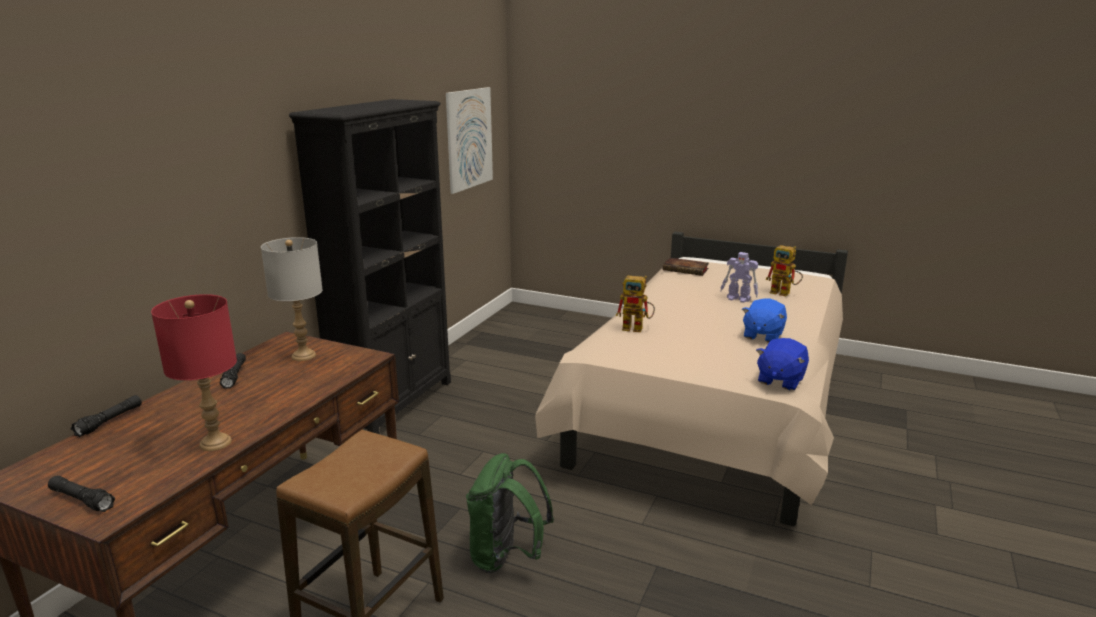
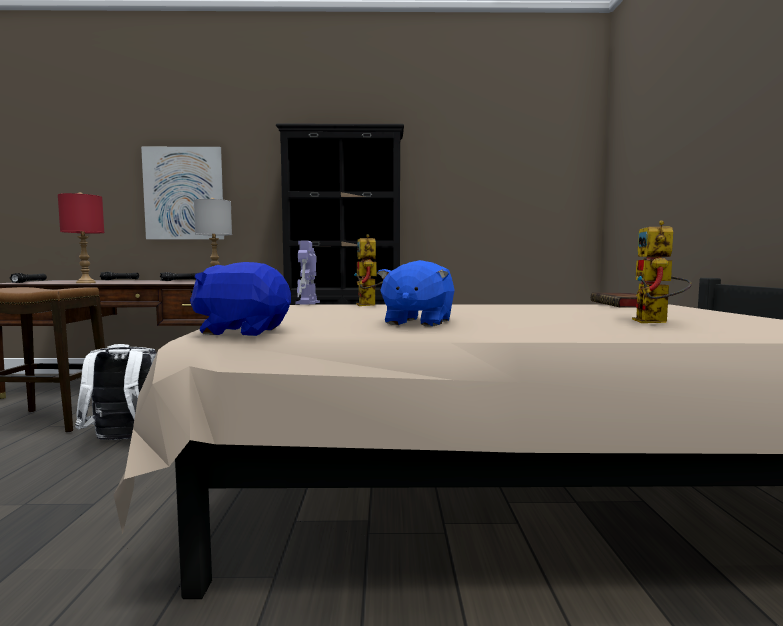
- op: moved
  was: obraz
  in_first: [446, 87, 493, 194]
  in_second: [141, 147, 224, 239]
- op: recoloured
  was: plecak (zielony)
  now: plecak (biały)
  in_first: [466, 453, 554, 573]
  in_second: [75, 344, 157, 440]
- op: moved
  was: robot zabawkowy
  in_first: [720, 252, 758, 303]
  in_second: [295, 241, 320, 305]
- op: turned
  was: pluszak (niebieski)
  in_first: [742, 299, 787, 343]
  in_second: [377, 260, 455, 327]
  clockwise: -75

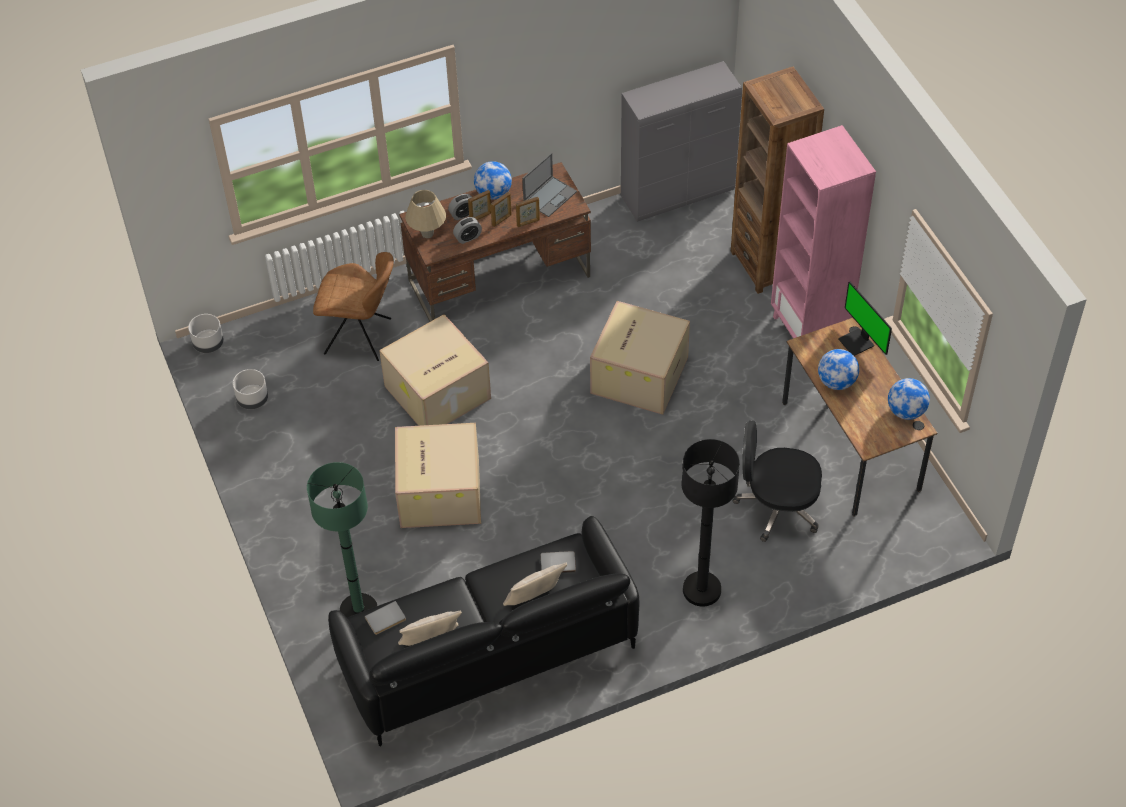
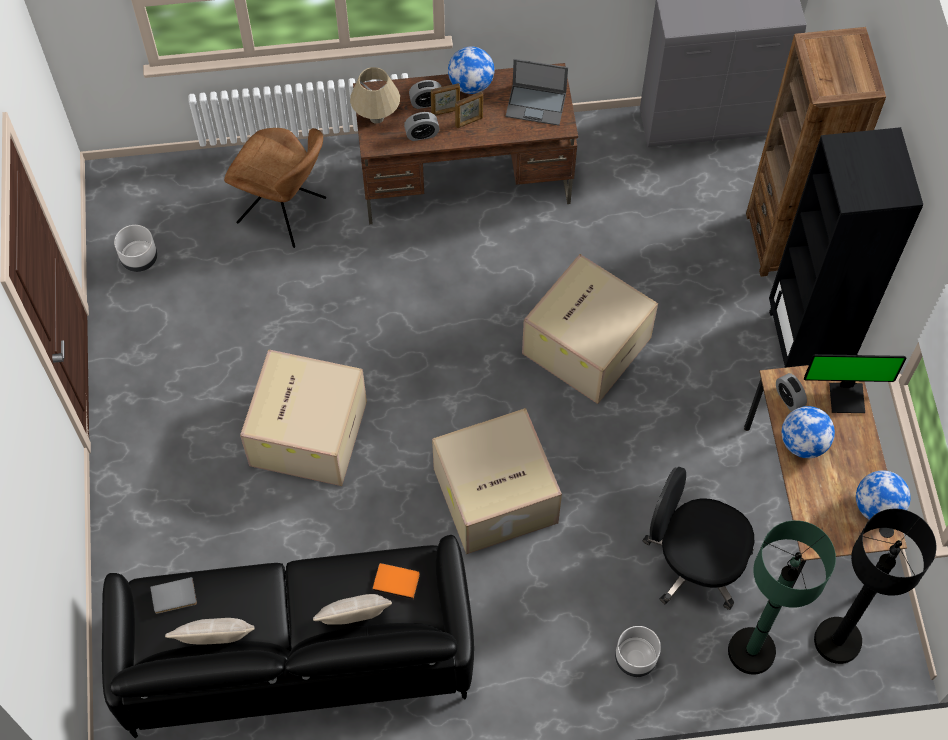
- op: moved
  was: donica (szary)
  in_first: [188, 314, 224, 353]
  in_second: [615, 626, 661, 677]
- op: moved
  was: lampa stojąca (zielony)
  in_first: [307, 462, 378, 618]
  in_second: [728, 520, 836, 675]
- op: moved
  was: karton
  in_first: [379, 314, 491, 426]
  in_second: [432, 408, 562, 554]
- op: removed
  was: ramka na zdjęcie
  in_first: [516, 197, 540, 227]
- op: turned
  was: laptop
  in_first: [522, 153, 577, 217]
  in_second: [506, 59, 568, 126]
  clockwise: 45
- op: recoloured
  was: książka (szary)
  now: książka (pomarańczowy)
  in_first: [541, 551, 576, 573]
  in_second: [372, 563, 420, 599]
- op: moved
  was: lampa stojąca (czarny)
  in_first: [681, 439, 740, 607]
  in_second: [814, 509, 936, 664]
- op: recoloured
  was: regał (różowy)
  now: regał (czarny)
  in_first: [771, 125, 876, 338]
  in_second: [769, 127, 923, 368]
- op: turned
  was: monitor
  in_first: [838, 282, 892, 356]
  in_second: [804, 354, 906, 413]
  clockwise: -75
- op: added
  now: budzik
  in_second: [776, 373, 807, 411]

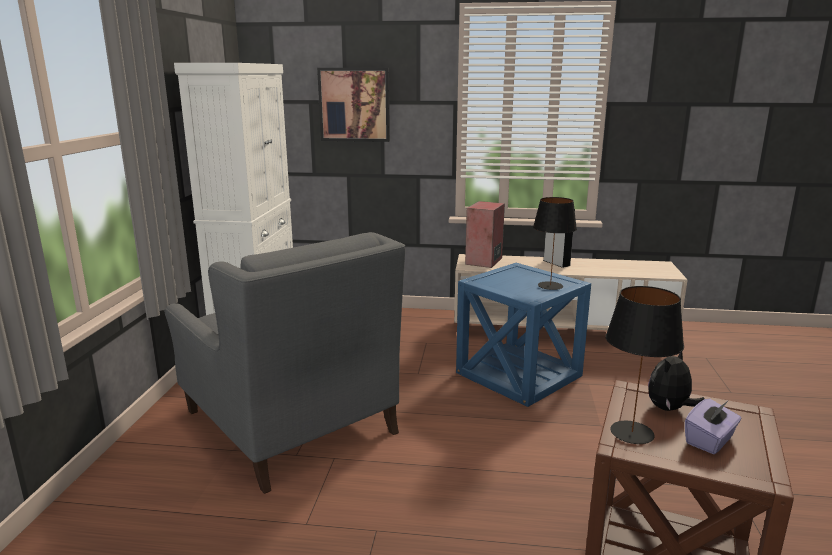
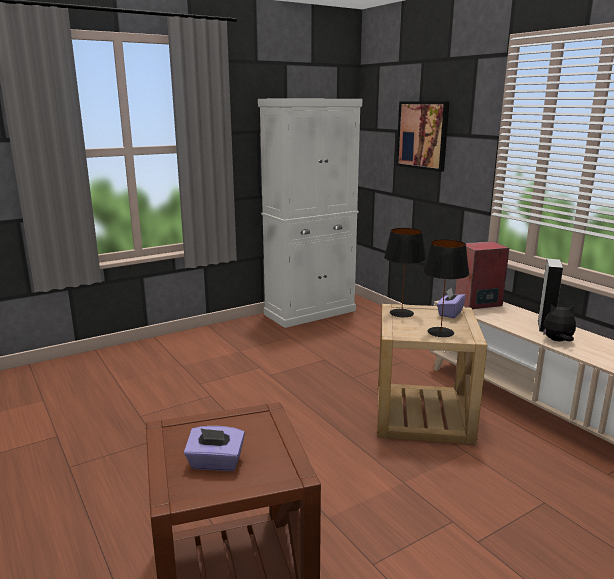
- op: removed
  was: fotel (szary)
  in_first: [164, 232, 405, 494]
- op: recoloured
  was: stolik (niebieski)
  now: stolik (beżowy)
  in_first: [456, 263, 591, 407]
  in_second: [376, 304, 487, 445]
- op: moved
  was: lampa stołowa (czarny)
  in_first: [605, 286, 684, 444]
  in_second: [384, 228, 426, 318]
- op: moved
  was: pluszak
  in_first: [648, 352, 705, 411]
  in_second: [543, 304, 576, 341]
- op: added
  now: pudełko chusteczek (fioletowy)
  in_second: [437, 287, 466, 318]

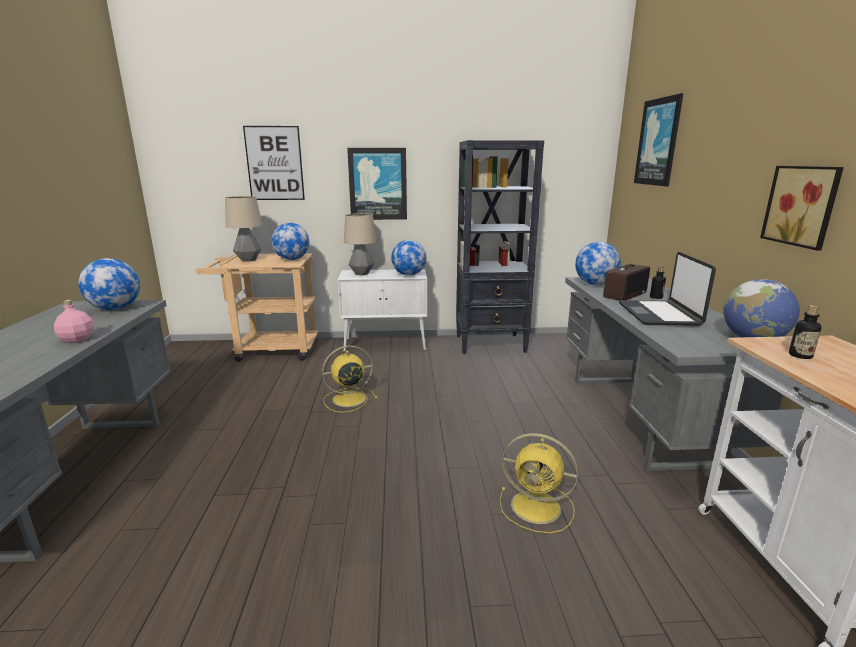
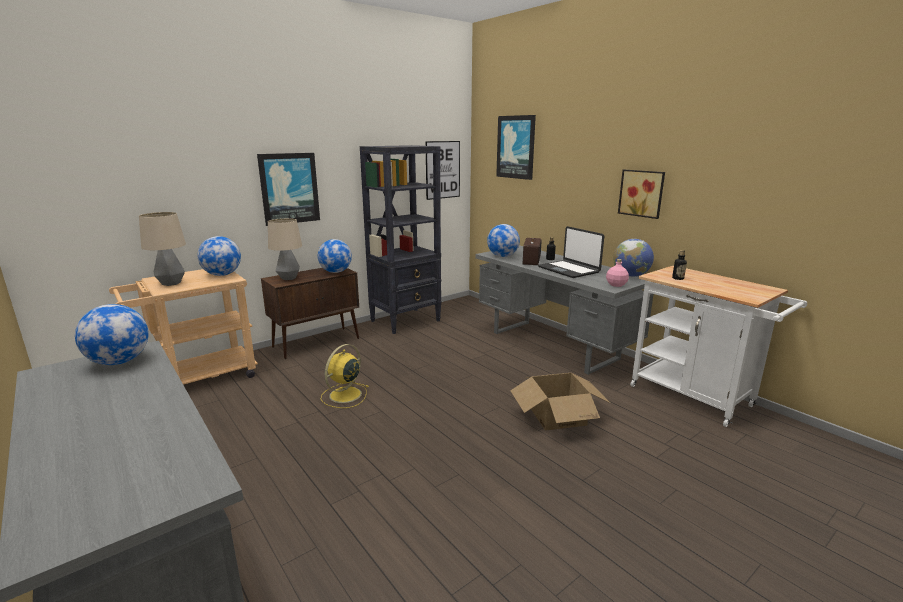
- op: moved
  was: butelka (różowy)
  in_first: [54, 300, 94, 343]
  in_second: [606, 259, 629, 287]
- op: moved
  was: obraz
  in_first: [243, 126, 305, 200]
  in_second: [425, 141, 460, 200]
- op: recoloured
  was: szafka (biały)
  now: szafka (brązowy)
  in_first: [337, 269, 427, 352]
  in_second: [261, 268, 359, 359]
- op: replaced
  was: wentylator (żółty)
  now: karton
  in_first: [500, 433, 578, 533]
  in_second: [510, 373, 610, 430]

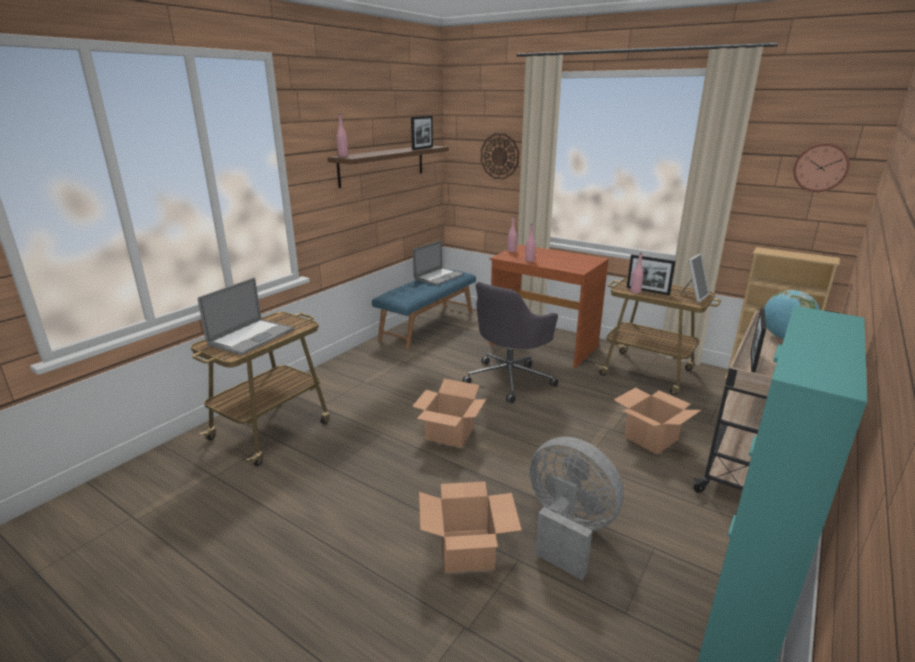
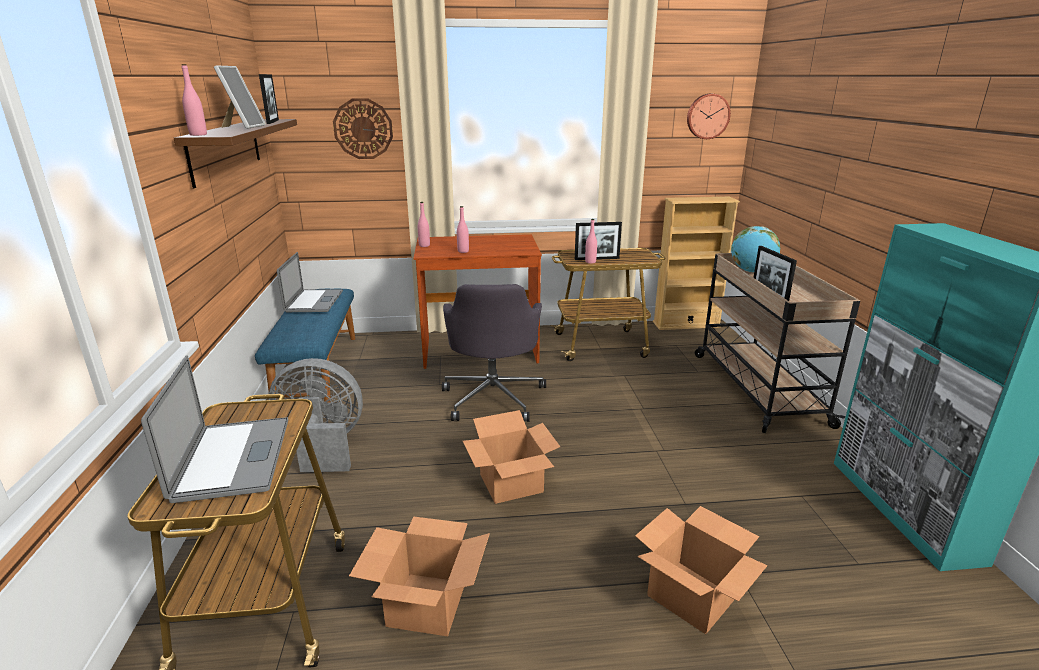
- op: moved
  was: wentylator (szary)
  in_first: [530, 437, 624, 580]
  in_second: [269, 358, 363, 472]
- op: moved
  was: karton
  in_first: [614, 387, 701, 455]
  in_second: [349, 516, 490, 636]
- op: moved
  was: ramka na zdjęcie
  in_first: [678, 253, 710, 302]
  in_second: [214, 66, 266, 129]

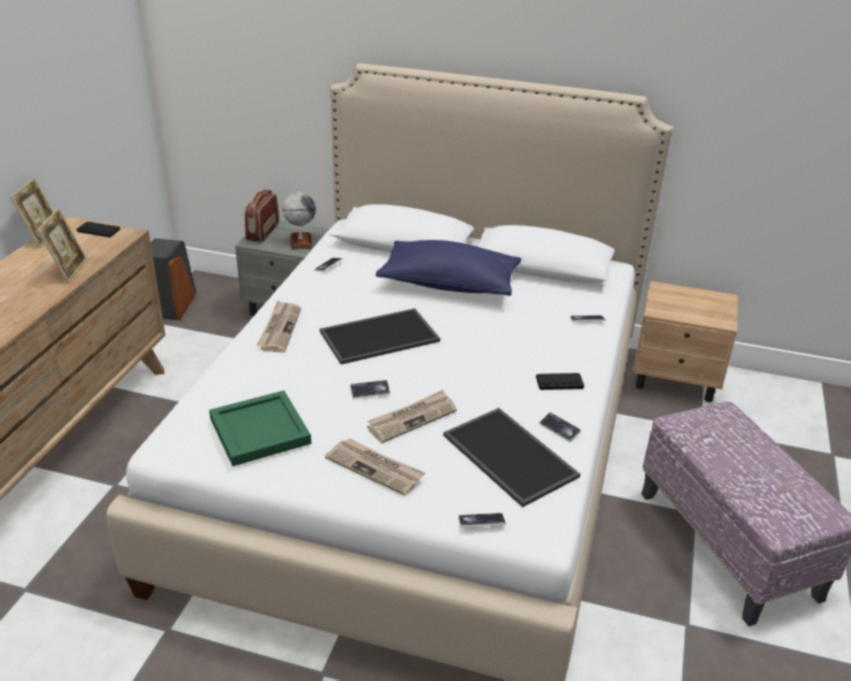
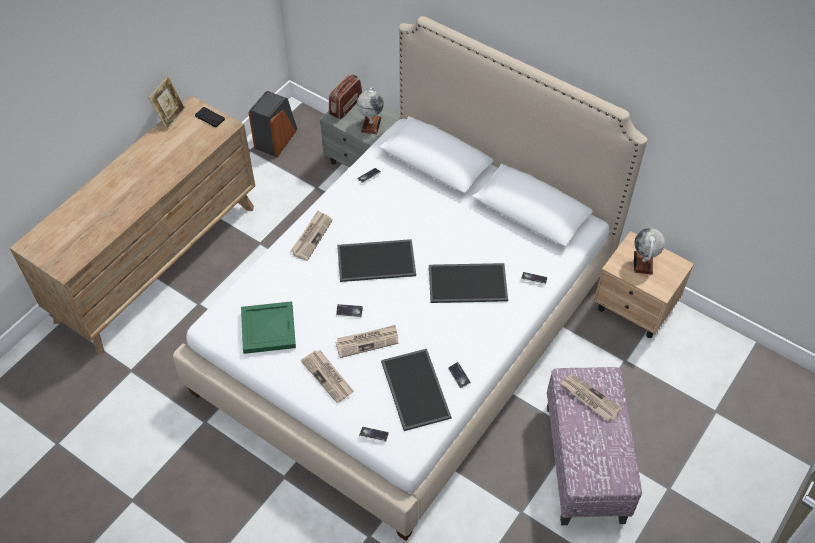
- op: removed
  was: ramka na zdjęcie
  in_first: [37, 208, 87, 283]
- op: removed
  was: poduszka (niebieski)
  in_first: [376, 240, 521, 296]
- op: removed
  was: pad do gier (czarny)
  in_first: [536, 373, 584, 390]
- op: added
  now: taca
  in_second: [429, 263, 508, 303]
- op: added
  now: gazeta
  in_second: [561, 374, 622, 421]
- op: added
  now: globus
  in_second: [634, 228, 665, 274]

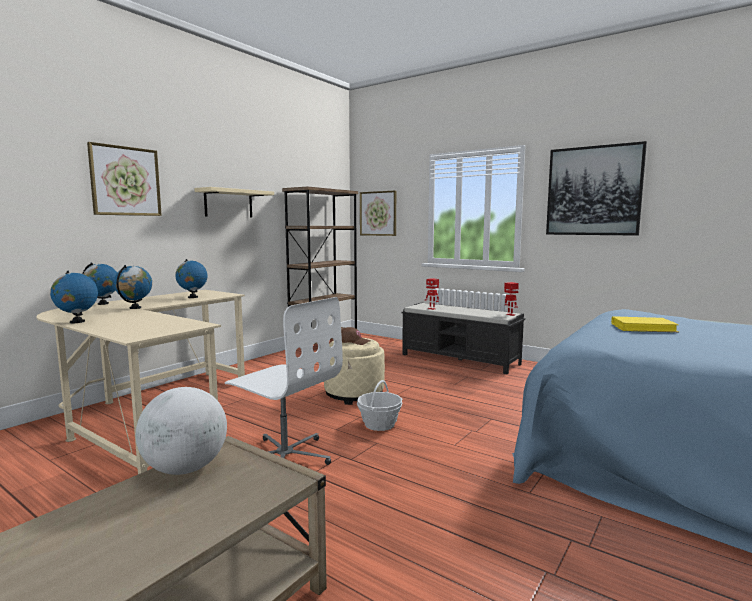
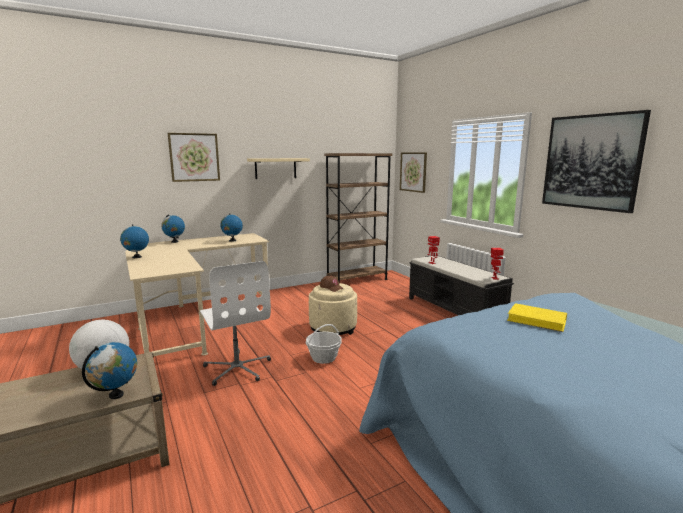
- op: moved
  was: globus
  in_first: [114, 265, 152, 309]
  in_second: [82, 342, 137, 399]

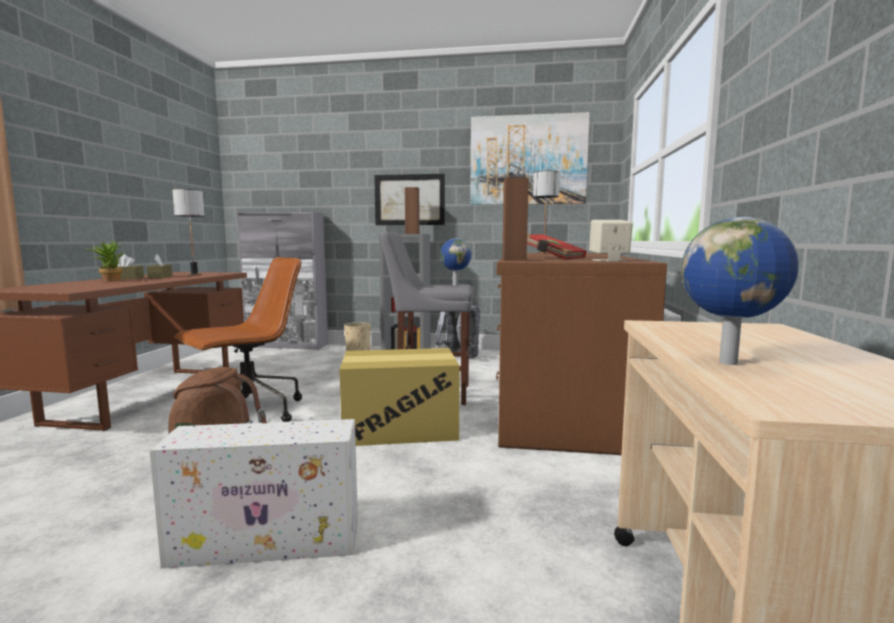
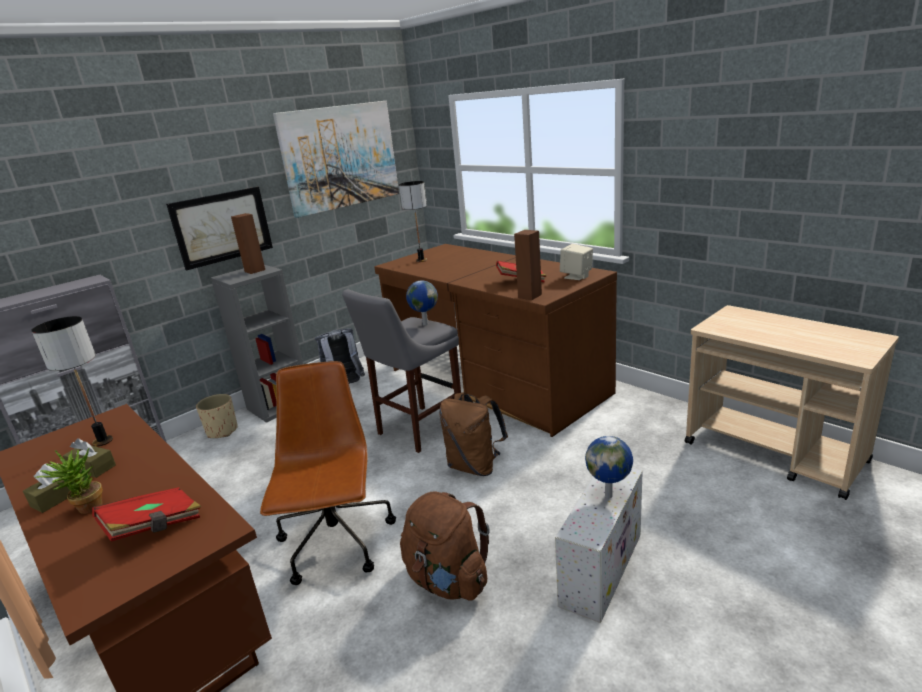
- op: replaced
  was: karton
  now: plecak (brązowy)
  in_first: [339, 348, 459, 446]
  in_second: [439, 392, 508, 476]
- op: moved
  was: globus
  in_first: [681, 217, 799, 365]
  in_second: [585, 436, 633, 498]
- op: added
  now: książka (czerwony)
  in_second: [92, 487, 201, 542]

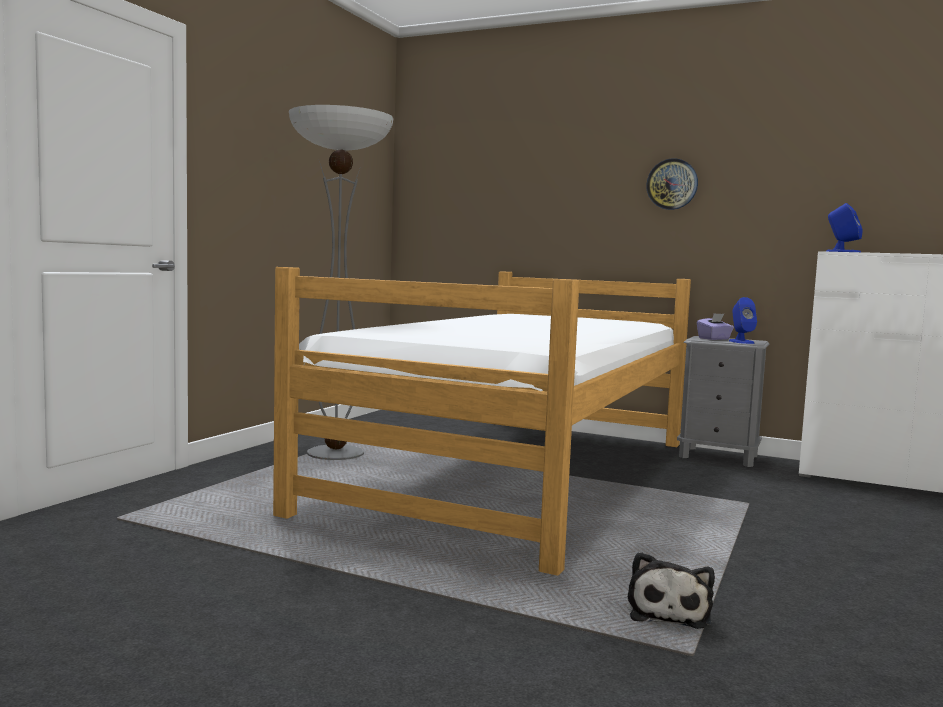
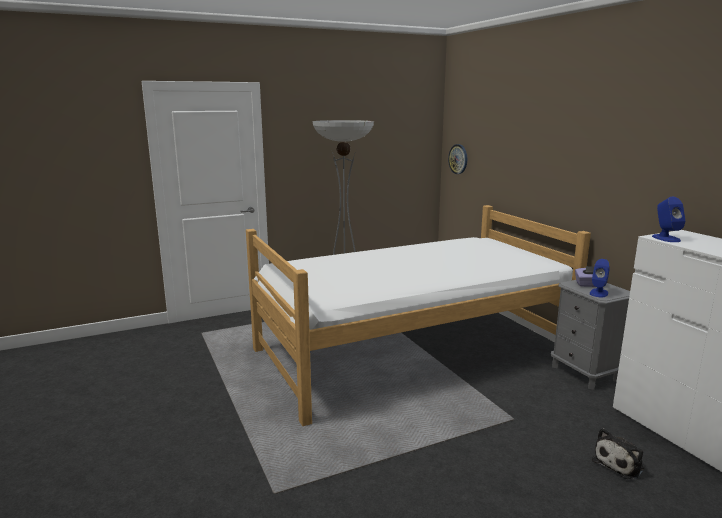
- op: moved
  was: pluszak
  in_first: [628, 552, 715, 629]
  in_second: [592, 428, 644, 479]
- op: moved
  was: zegar ścienny
  in_first: [646, 158, 698, 210]
  in_second: [448, 144, 467, 174]

